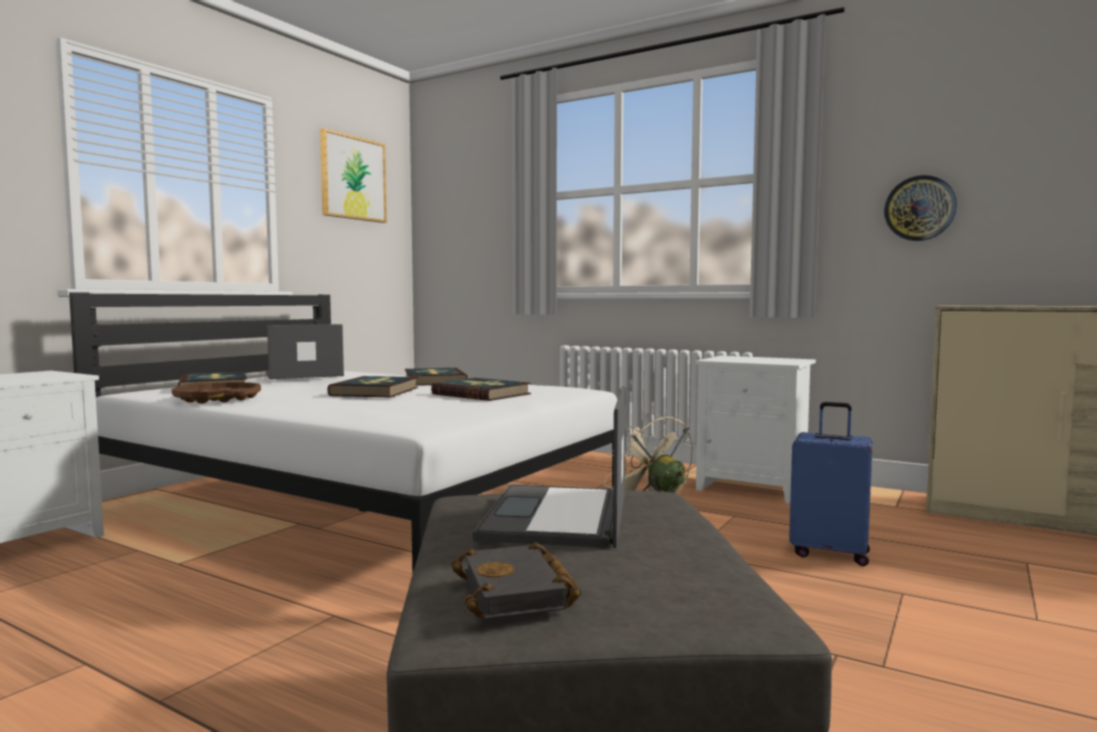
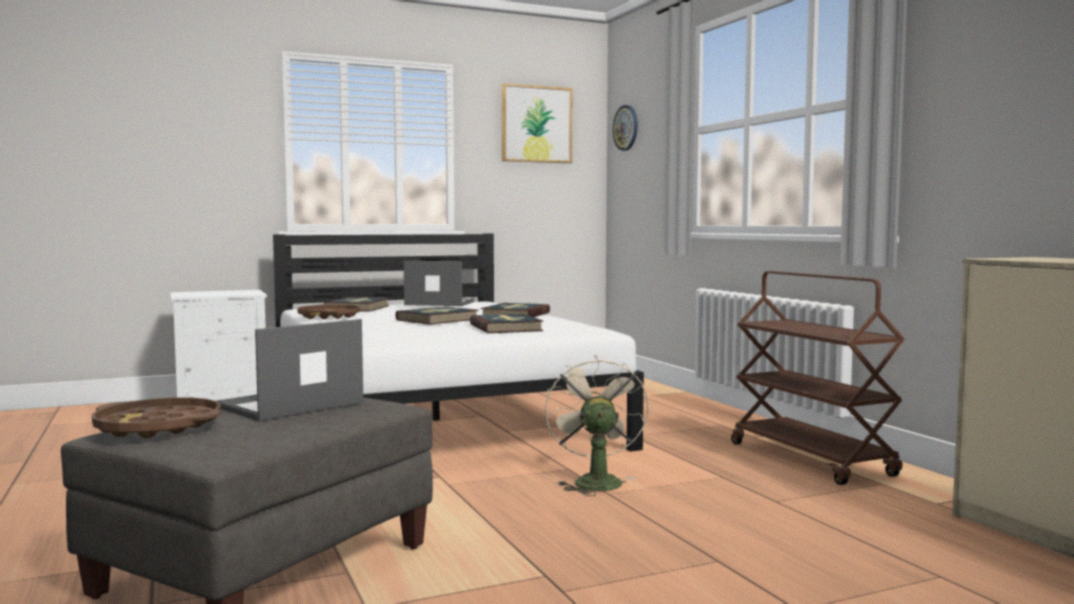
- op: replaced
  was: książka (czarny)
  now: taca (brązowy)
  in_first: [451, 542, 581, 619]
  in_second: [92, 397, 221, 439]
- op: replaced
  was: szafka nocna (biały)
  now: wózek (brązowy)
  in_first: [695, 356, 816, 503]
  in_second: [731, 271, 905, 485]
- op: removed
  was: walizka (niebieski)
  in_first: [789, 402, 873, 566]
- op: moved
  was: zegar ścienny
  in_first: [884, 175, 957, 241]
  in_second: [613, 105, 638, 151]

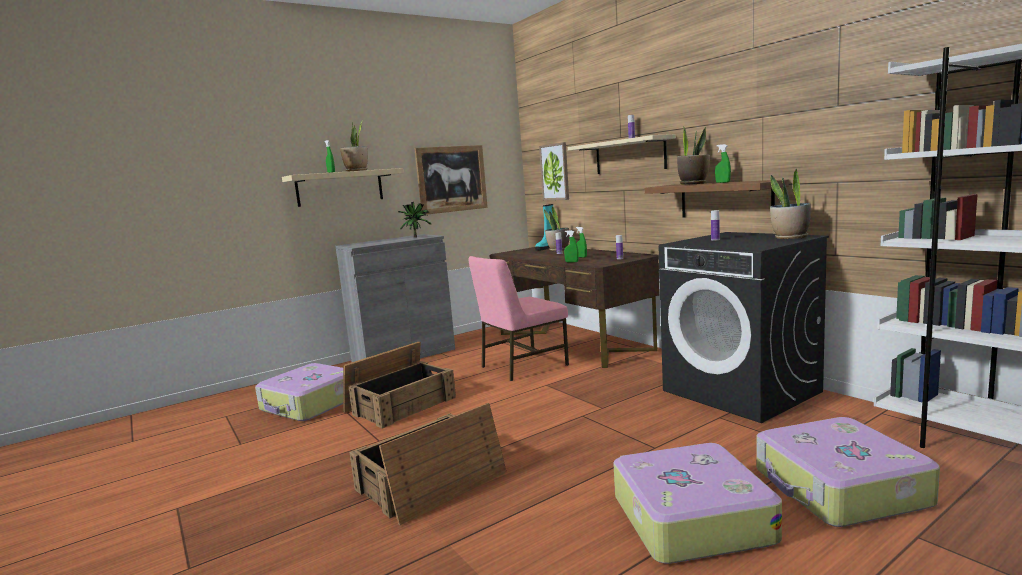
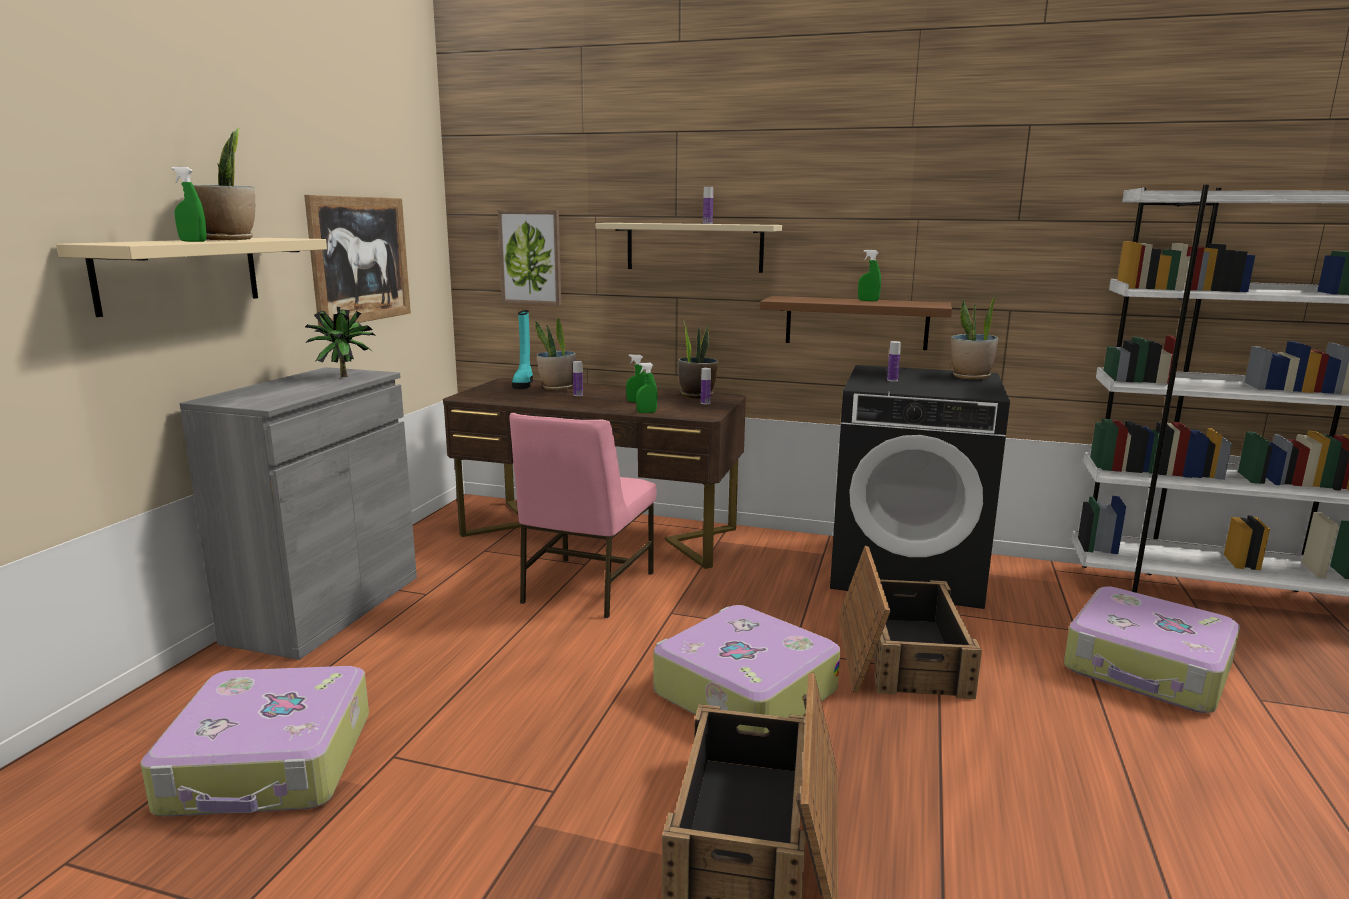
- op: moved
  was: skrzynka
  in_first: [343, 341, 456, 428]
  in_second: [838, 546, 982, 699]
- op: moved
  was: walizka
  in_first: [613, 443, 782, 564]
  in_second: [654, 605, 840, 733]
- op: moved
  was: roślina doniczkowa
  in_first: [677, 126, 710, 185]
  in_second: [678, 321, 718, 398]

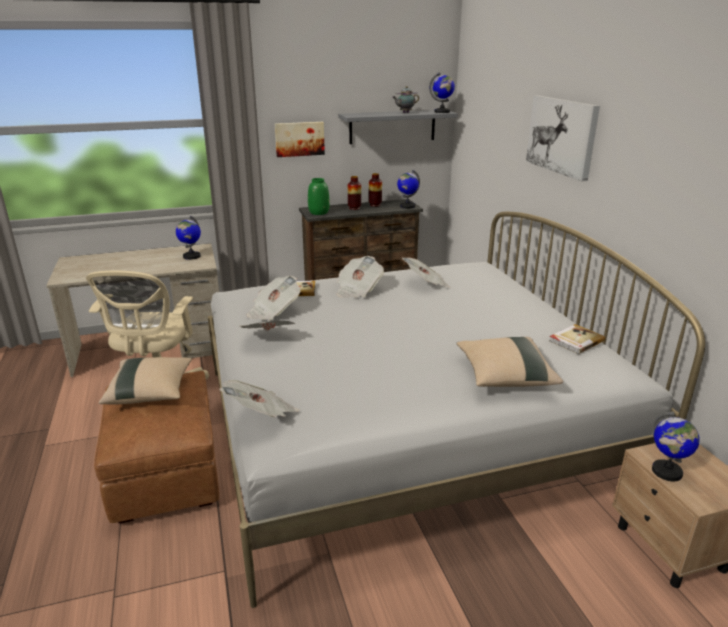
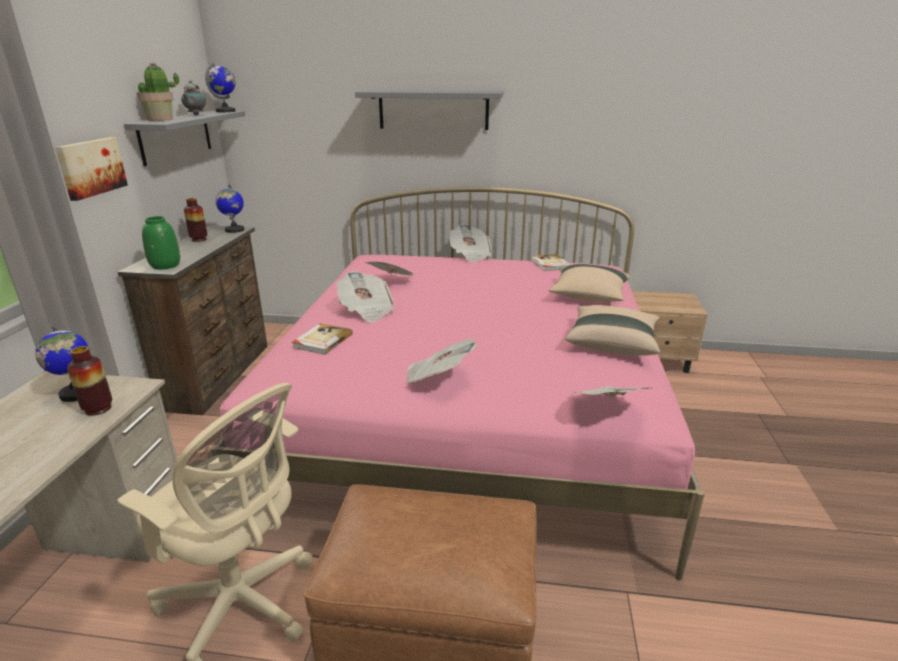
- op: moved
  was: poduszka (beżowy)
  in_first: [99, 357, 192, 405]
  in_second: [565, 305, 660, 356]
- op: recoloured
  was: łóżko (biały)
  now: łóżko (różowy)
  in_first: [208, 212, 705, 608]
  in_second: [211, 187, 705, 580]
- op: moved
  was: gazeta
  in_first: [247, 276, 301, 321]
  in_second: [450, 224, 492, 263]
- op: moved
  was: wazon
  in_first: [348, 176, 361, 210]
  in_second: [67, 346, 112, 416]
- op: replaced
  was: obraz
  now: półka (szary)
  in_first: [526, 95, 600, 181]
  in_second: [355, 90, 503, 130]
- op: removed
  was: globus
  in_first: [652, 411, 700, 481]
- op: added
  now: roślina doniczkowa
  in_second: [137, 63, 179, 121]

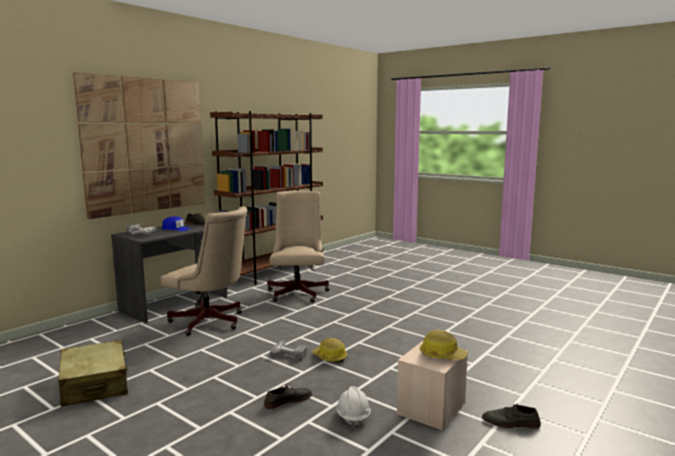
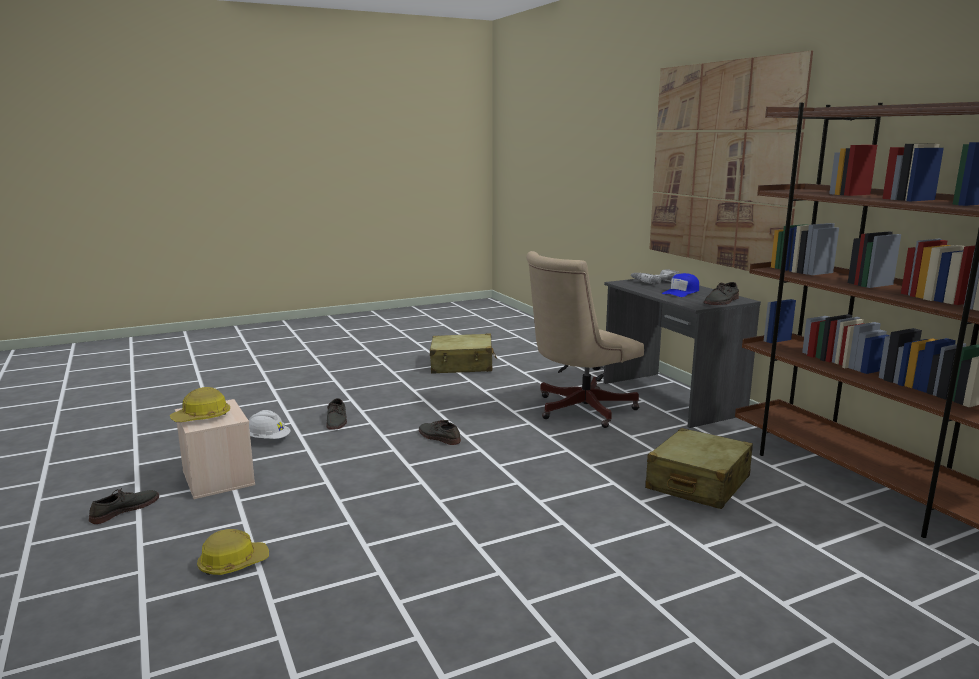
- op: replaced
  was: krzesło biurowe (beżowy)
  now: walizka (beżowy)
  in_first: [267, 191, 329, 302]
  in_second: [645, 428, 753, 509]
- op: replaced
  was: wiertarka
  now: but (szary)
  in_first: [270, 340, 307, 361]
  in_second: [419, 420, 461, 445]
- op: moved
  was: kask
  in_first: [312, 338, 347, 363]
  in_second: [197, 529, 269, 575]

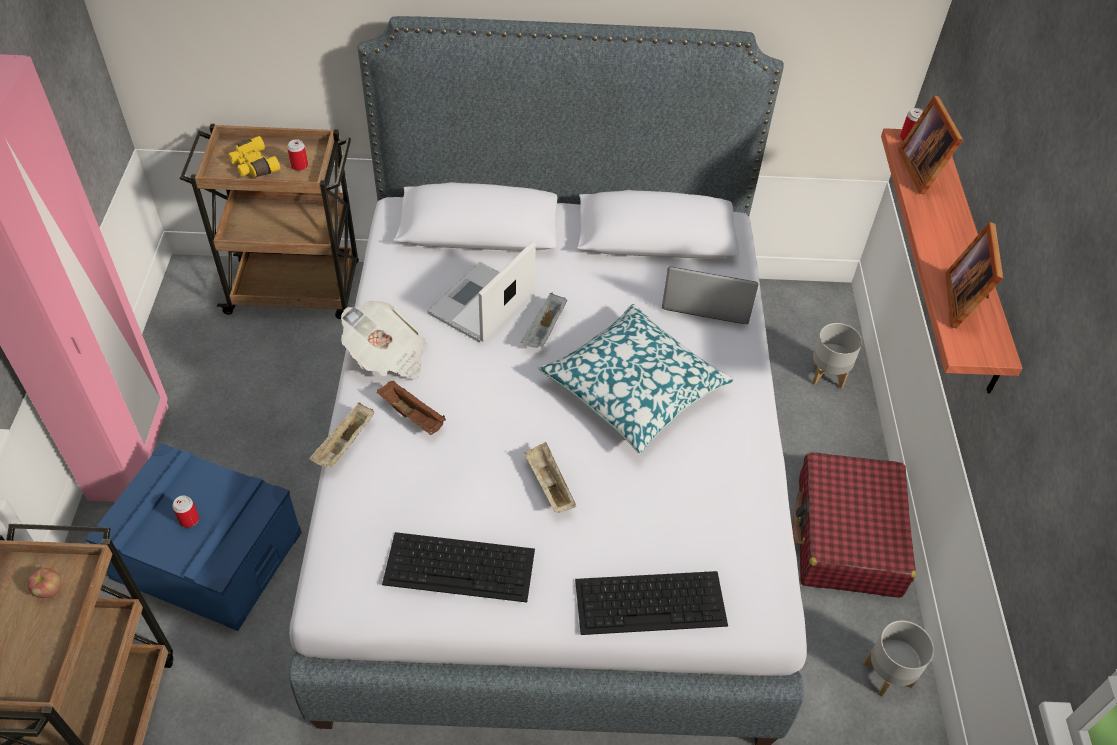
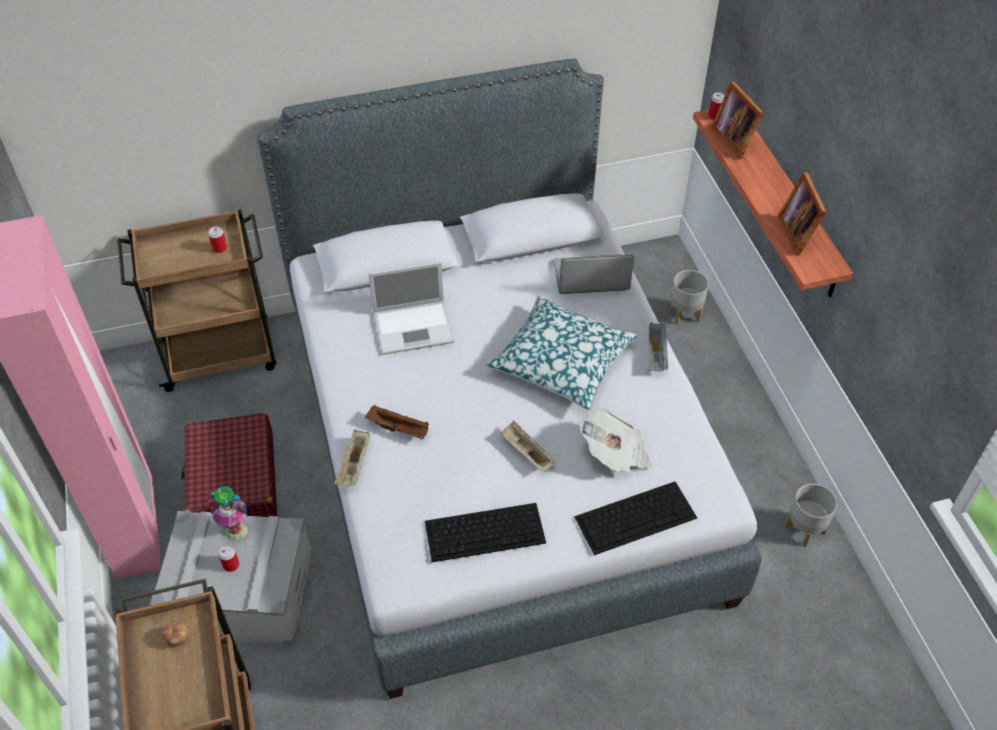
- op: recoloured
  was: pojemnik do przechowywania (niebieski)
  now: pojemnik do przechowywania (szary)
  in_first: [86, 443, 302, 631]
  in_second: [150, 511, 313, 646]
- op: removed
  was: lornetka (żółty)
  in_first: [229, 136, 280, 177]
- op: moved
  was: gazeta
  in_first: [341, 301, 425, 380]
  in_second: [579, 408, 652, 473]
- op: turned
  was: laptop
  in_first: [427, 241, 536, 343]
  in_second: [368, 261, 454, 355]
  clockwise: -120
- op: moved
  was: taca (szary)
  in_first: [521, 293, 567, 348]
  in_second: [648, 322, 668, 372]
- op: moved
  was: walizka (czerwony)
  in_first: [792, 452, 916, 598]
  in_second: [181, 413, 277, 517]
- op: added
  now: wazon
  in_second: [208, 486, 247, 541]

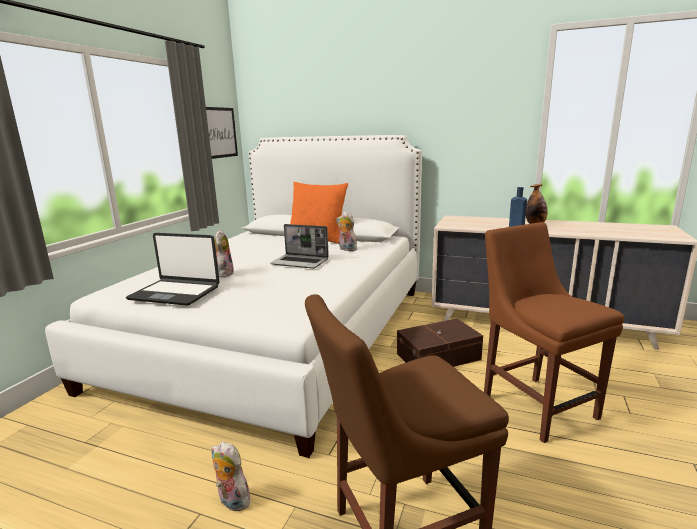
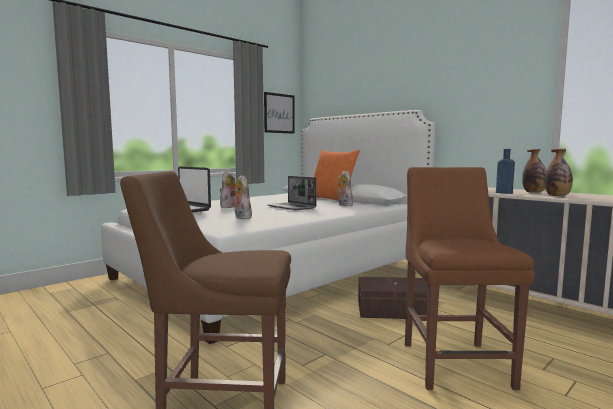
- op: moved
  was: pluszak
  in_first: [212, 441, 250, 511]
  in_second: [232, 175, 252, 219]
- op: added
  now: butelka
  in_second: [545, 149, 573, 196]

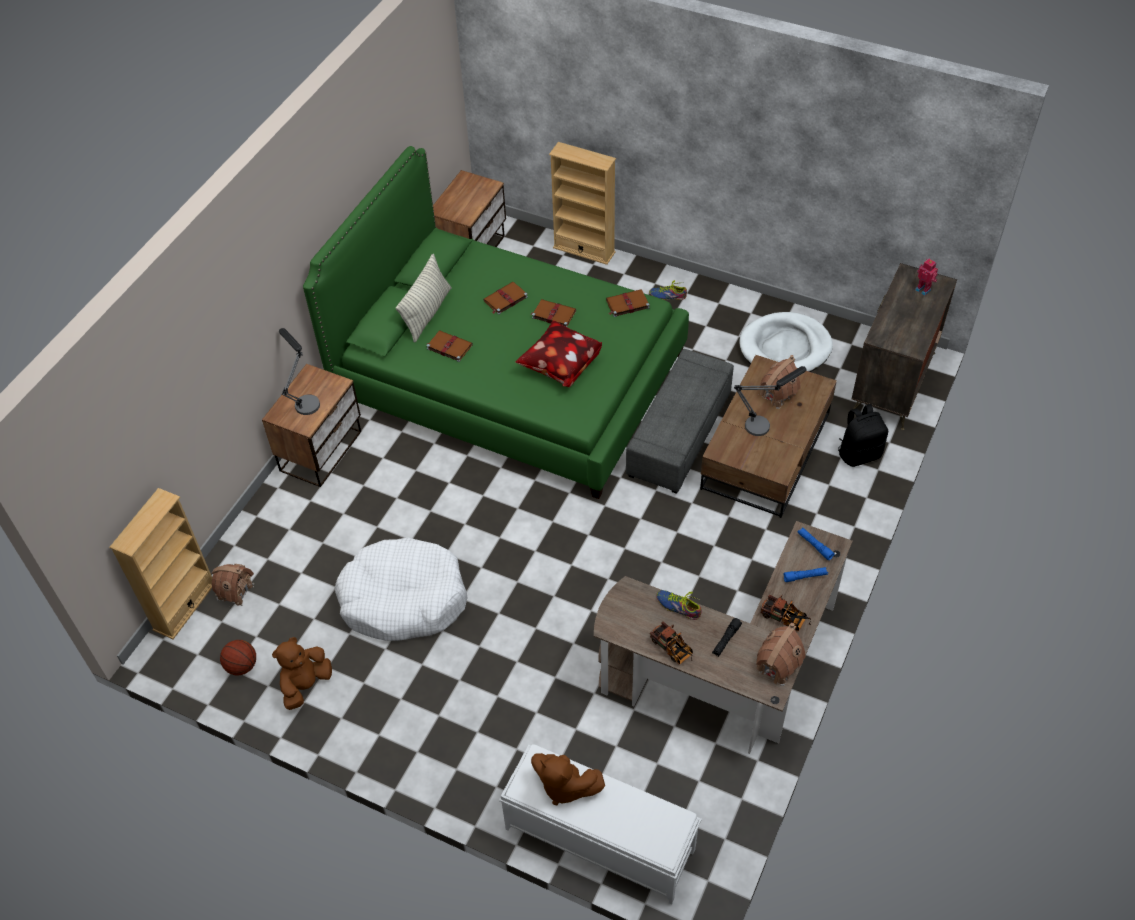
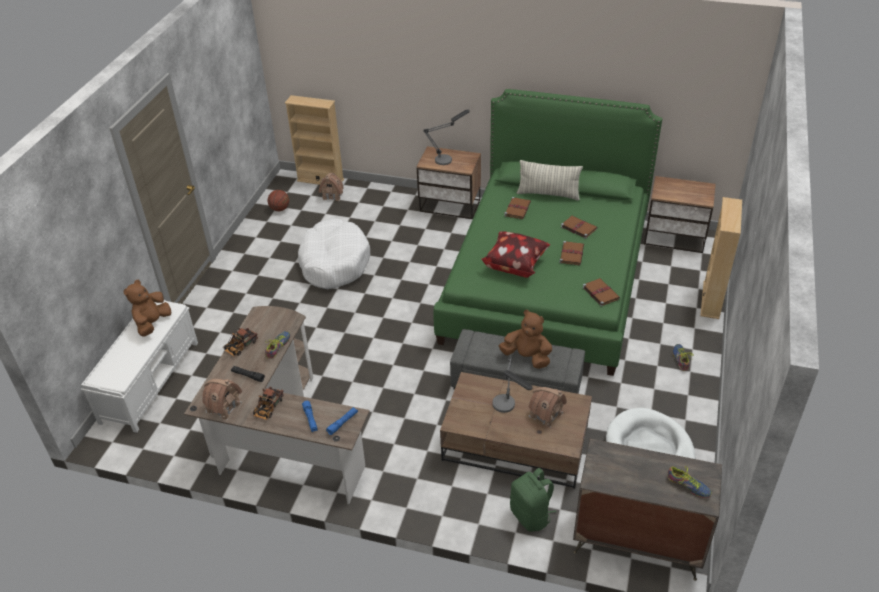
- op: moved
  was: pluszak (brązowy)
  in_first: [272, 637, 332, 710]
  in_second: [499, 310, 552, 369]
- op: recoloured
  was: plecak (czarny)
  now: plecak (zielony)
  in_first: [838, 404, 888, 467]
  in_second: [510, 468, 556, 532]
- op: replaced
  was: robot zabawkowy
  now: but
  in_first: [915, 259, 938, 296]
  in_second: [668, 466, 712, 498]

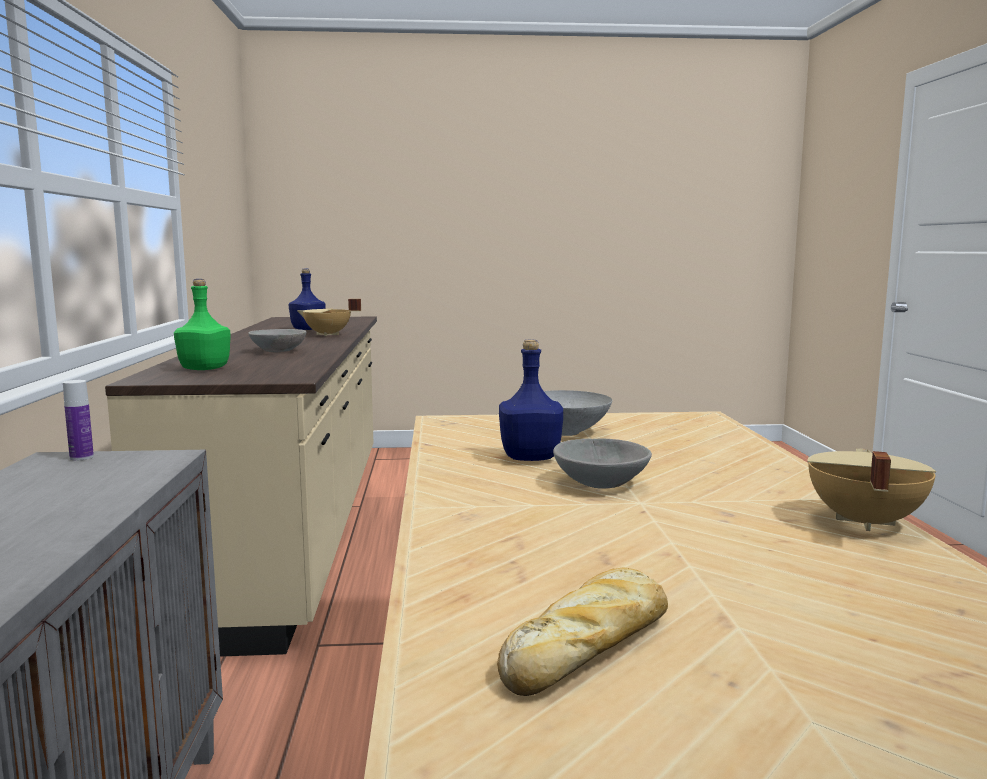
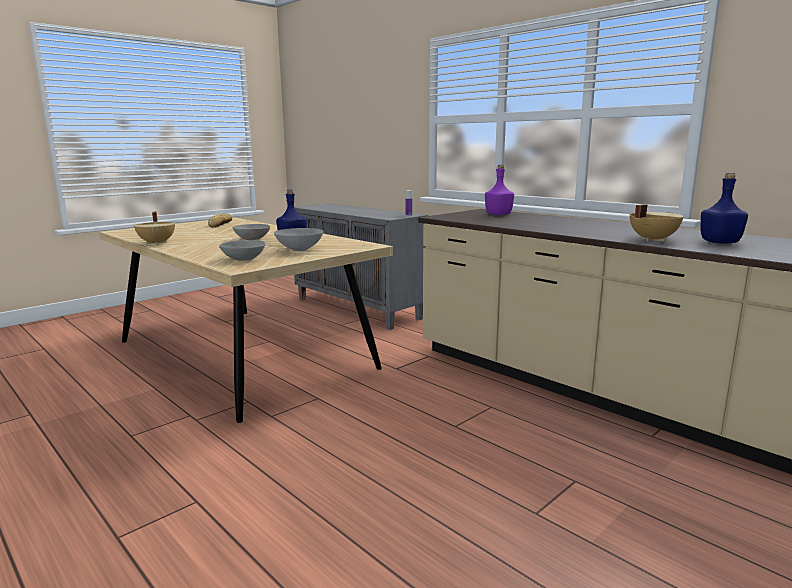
- op: recoloured
  was: butelka (zielony)
  now: butelka (fioletowy)
  in_first: [174, 279, 231, 370]
  in_second: [485, 165, 514, 215]
- op: moved
  was: miska (szary)
  in_first: [248, 329, 306, 352]
  in_second: [219, 240, 266, 260]

